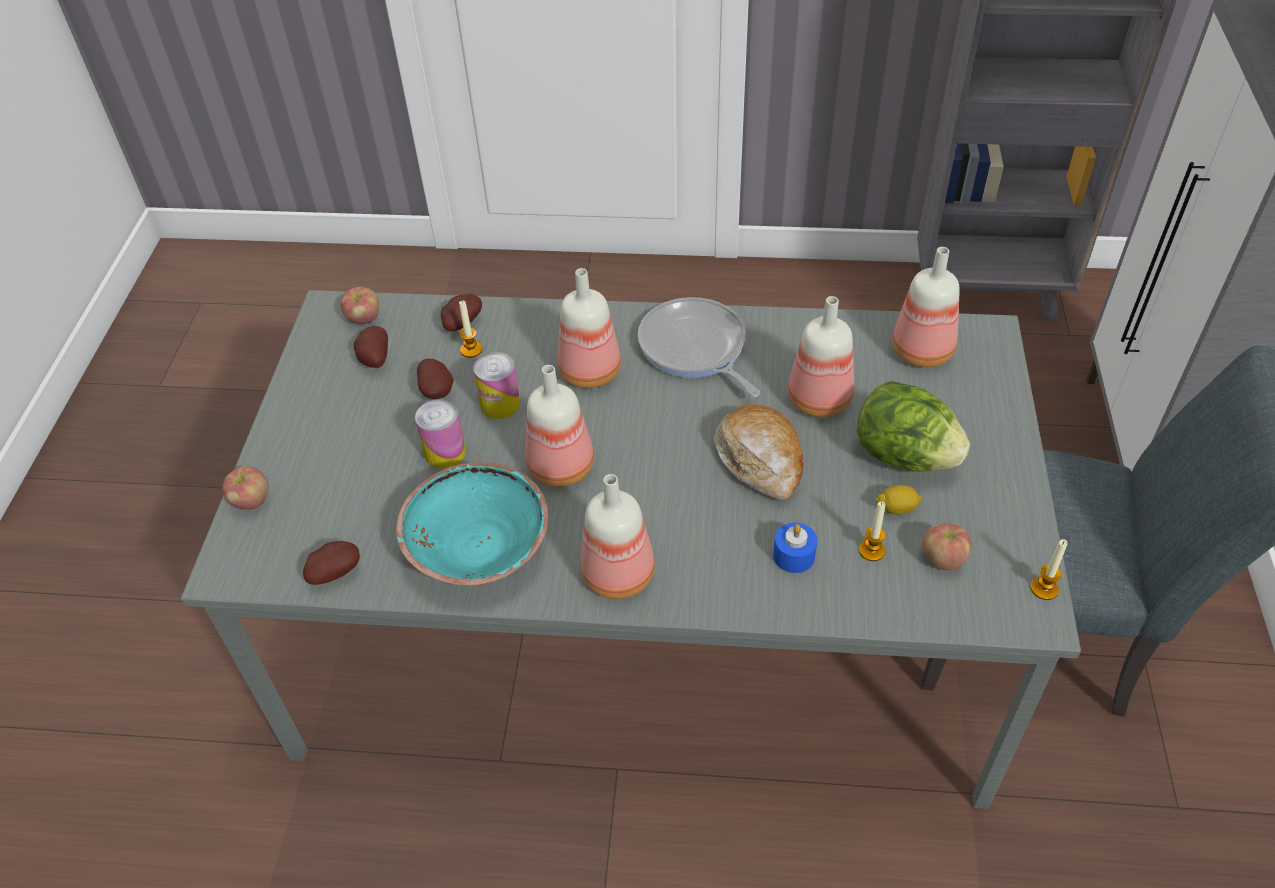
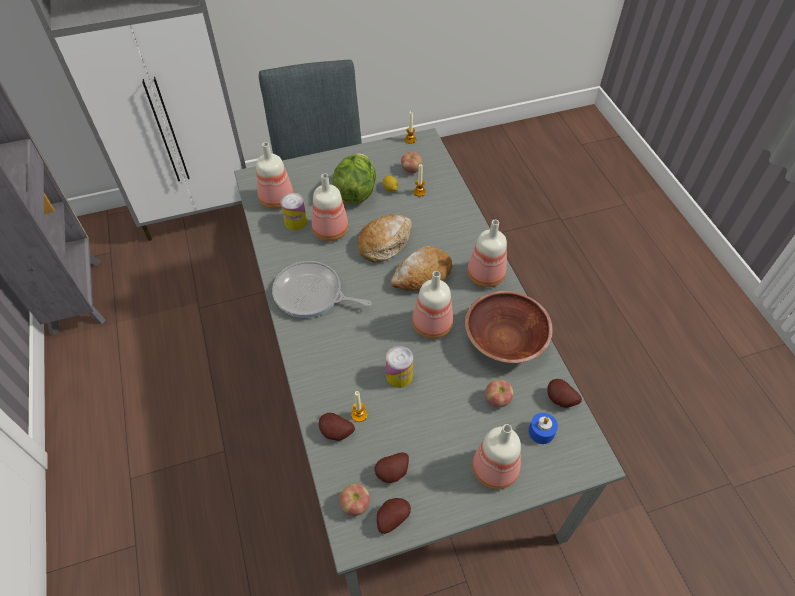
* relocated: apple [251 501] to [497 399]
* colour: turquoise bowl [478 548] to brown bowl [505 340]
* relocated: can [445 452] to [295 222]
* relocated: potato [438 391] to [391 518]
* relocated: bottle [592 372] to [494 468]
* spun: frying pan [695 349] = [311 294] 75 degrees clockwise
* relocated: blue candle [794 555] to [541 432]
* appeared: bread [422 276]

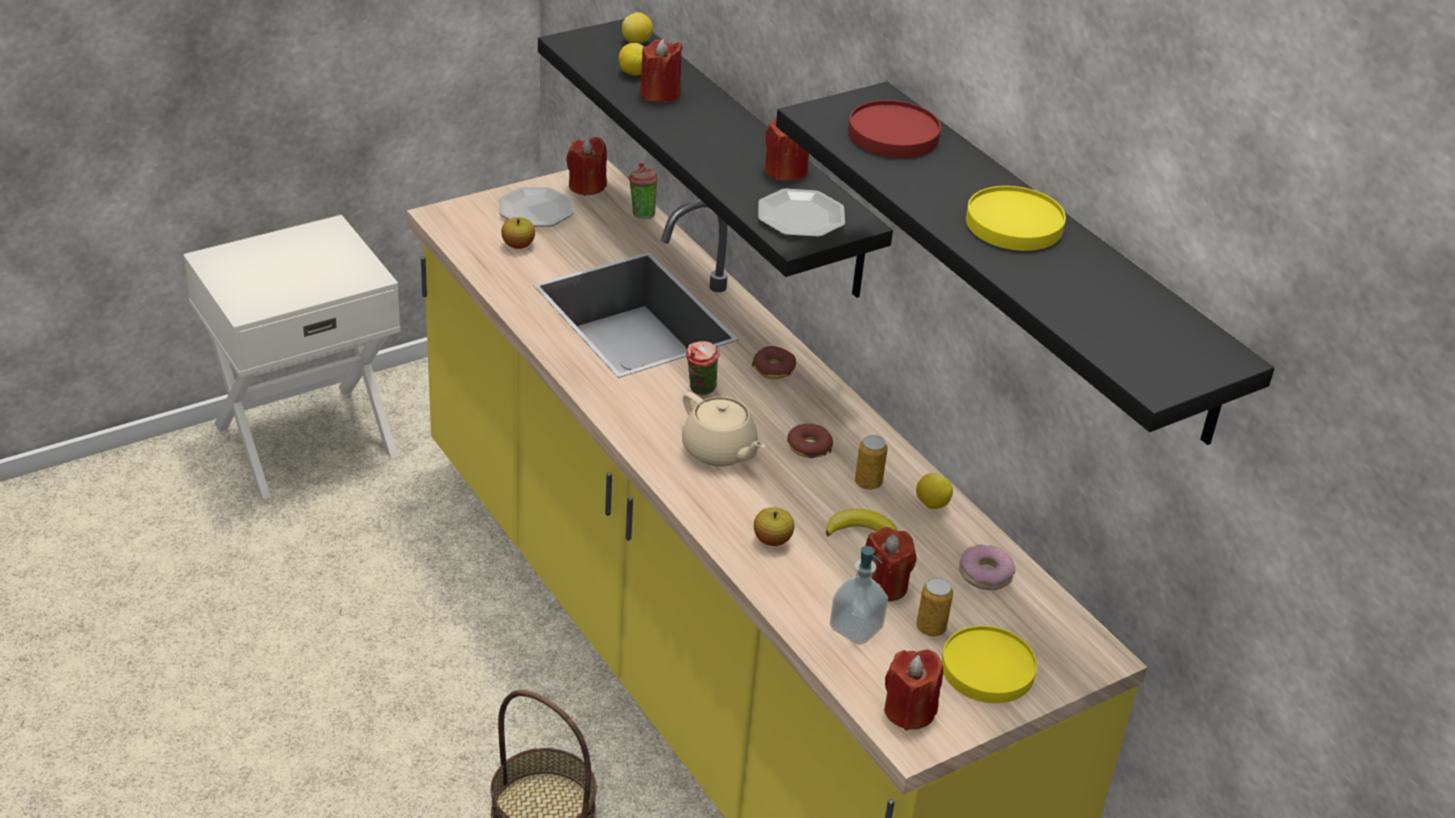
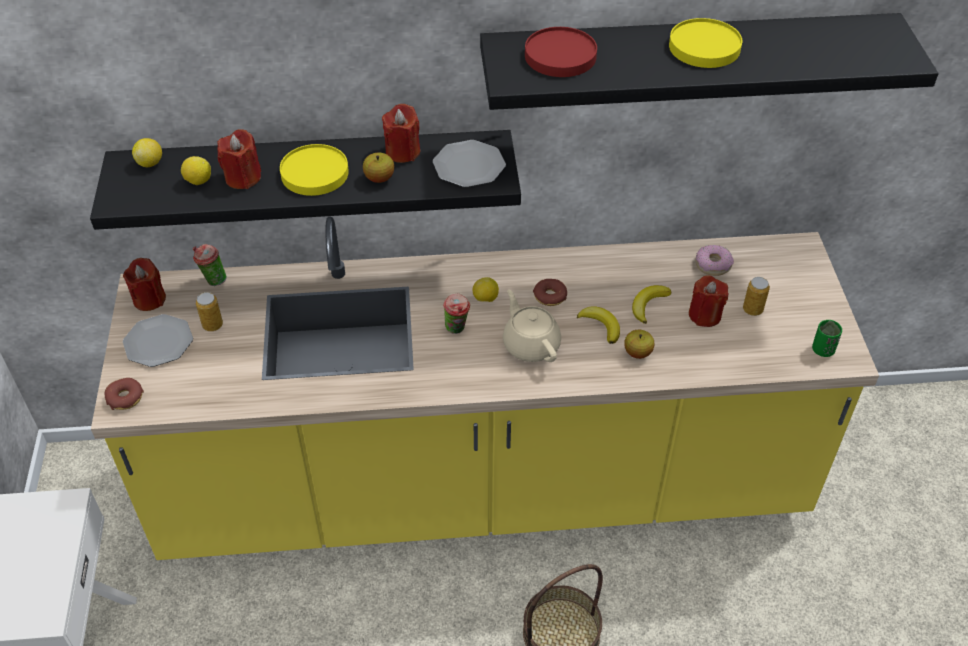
* relocated: apple [518 245] to [379 178]
* spun: beige teapot [719 451] = [530 344] 105 degrees counterclockwise
* relocated: donut [773 369] to [125 398]
* missing: soap dispenser [856 628]
* relocated: can [868 483] to [212 325]
* exchanged: red candle [909 711] to green cup [822 350]
* relocated: lemon [931 504] to [485 299]
* relocated: yellow plate [988 668] to [314 173]
* appeared: banana [601 326]

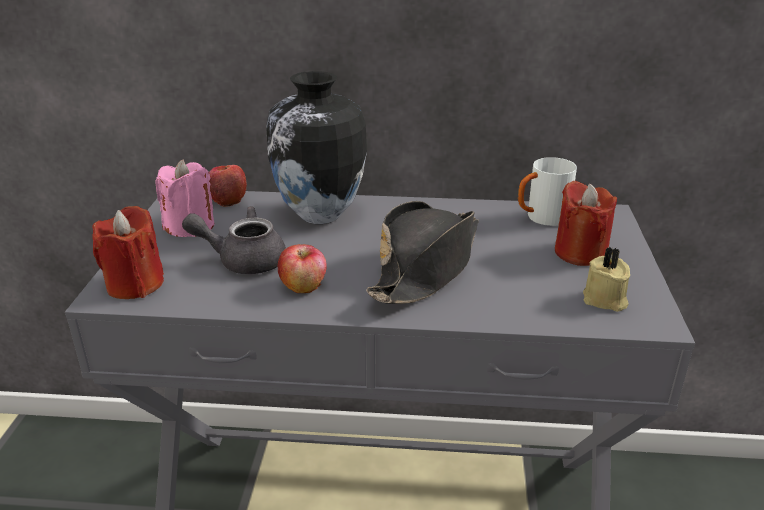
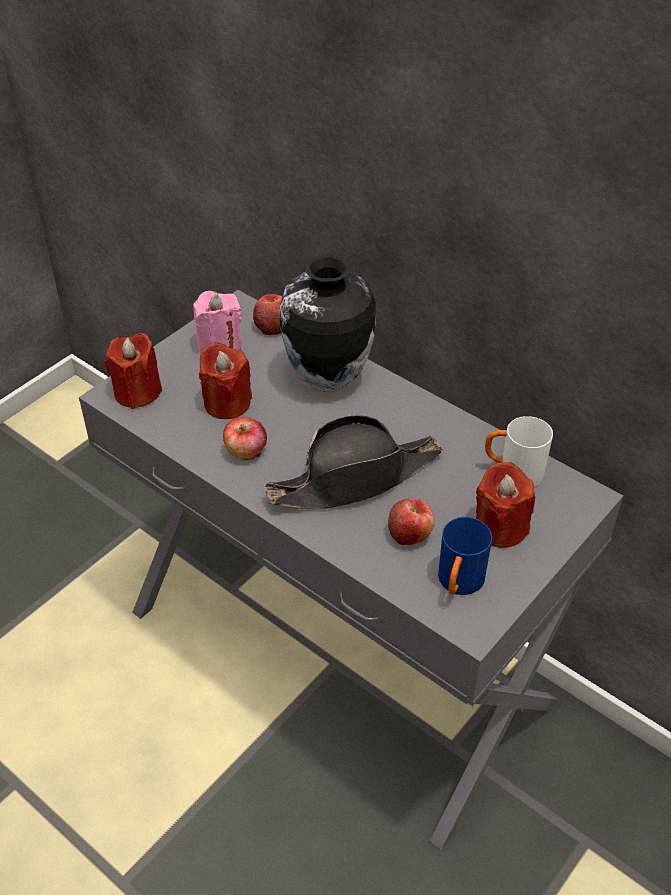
* exchanged: grey teapot [243 260] to red candle [227 403]
* exchanged: beige candle [604 300] to blue mug [458 585]
* appeared: apple [410 534]

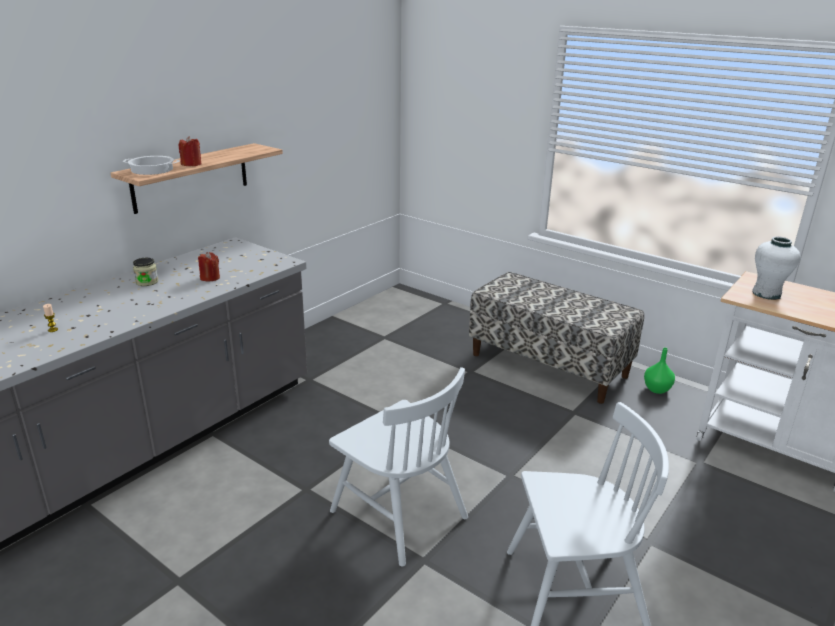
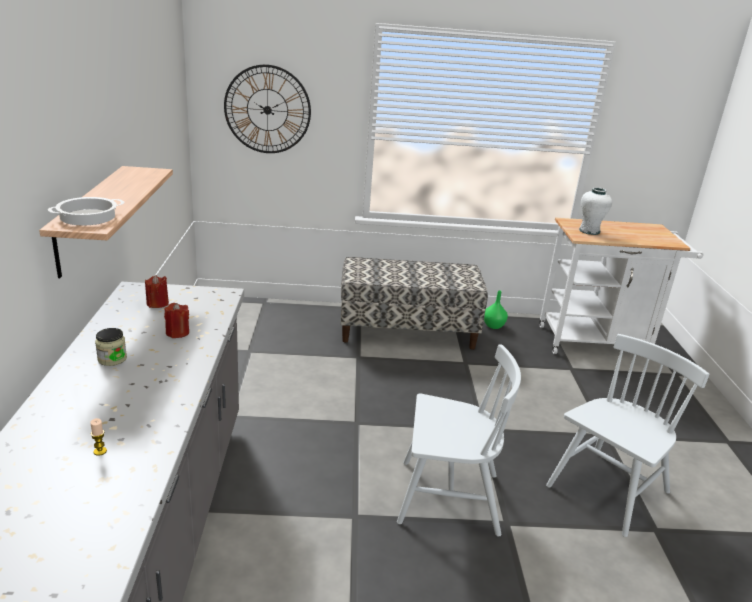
* relocated: red candle [191 164] to [157 304]
* appeared: wall clock [267 110]

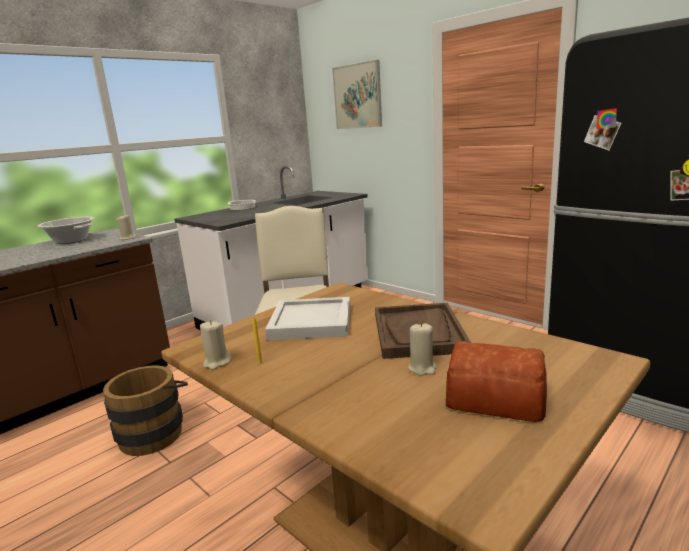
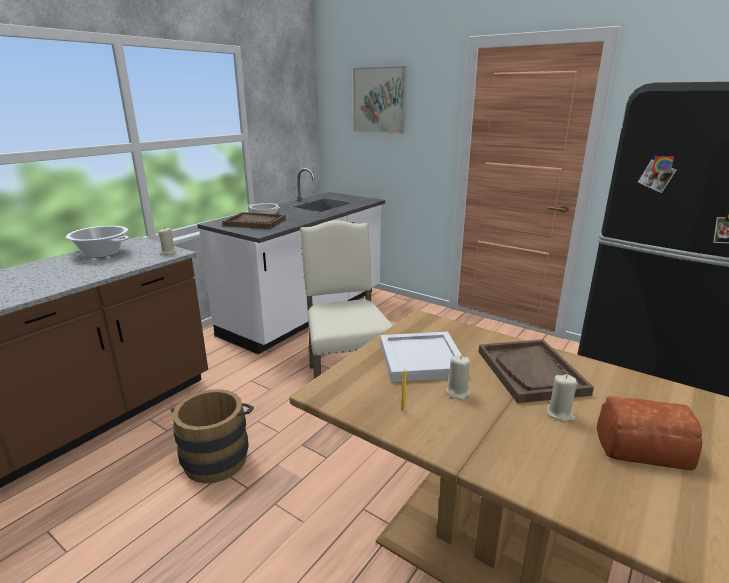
* relocated: beige candle [217 362] to [458 392]
* appeared: brown tray [255 222]

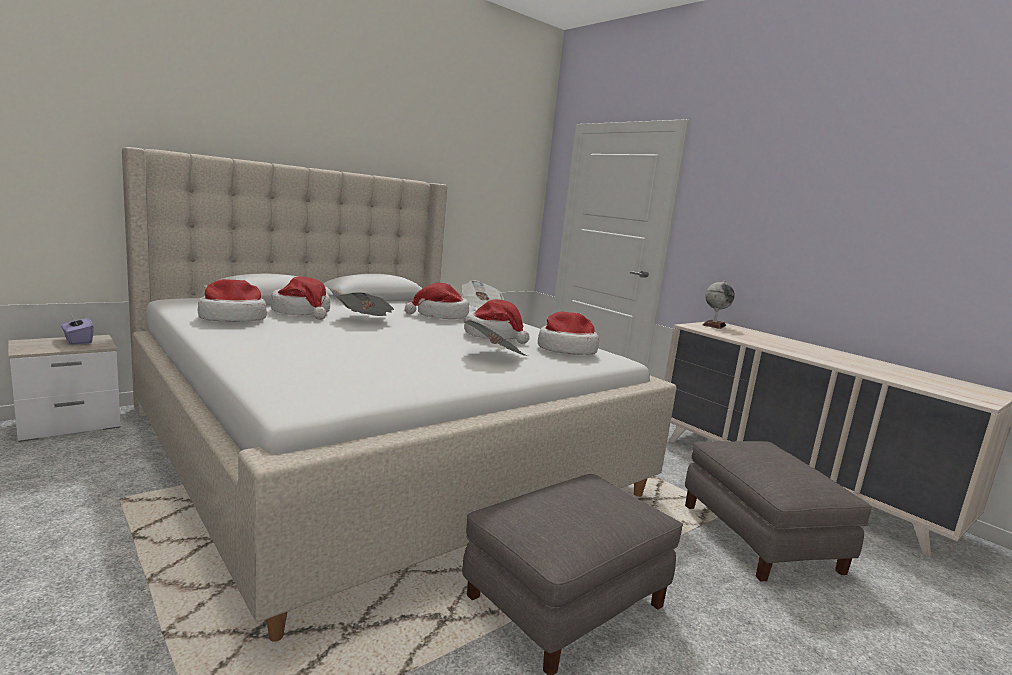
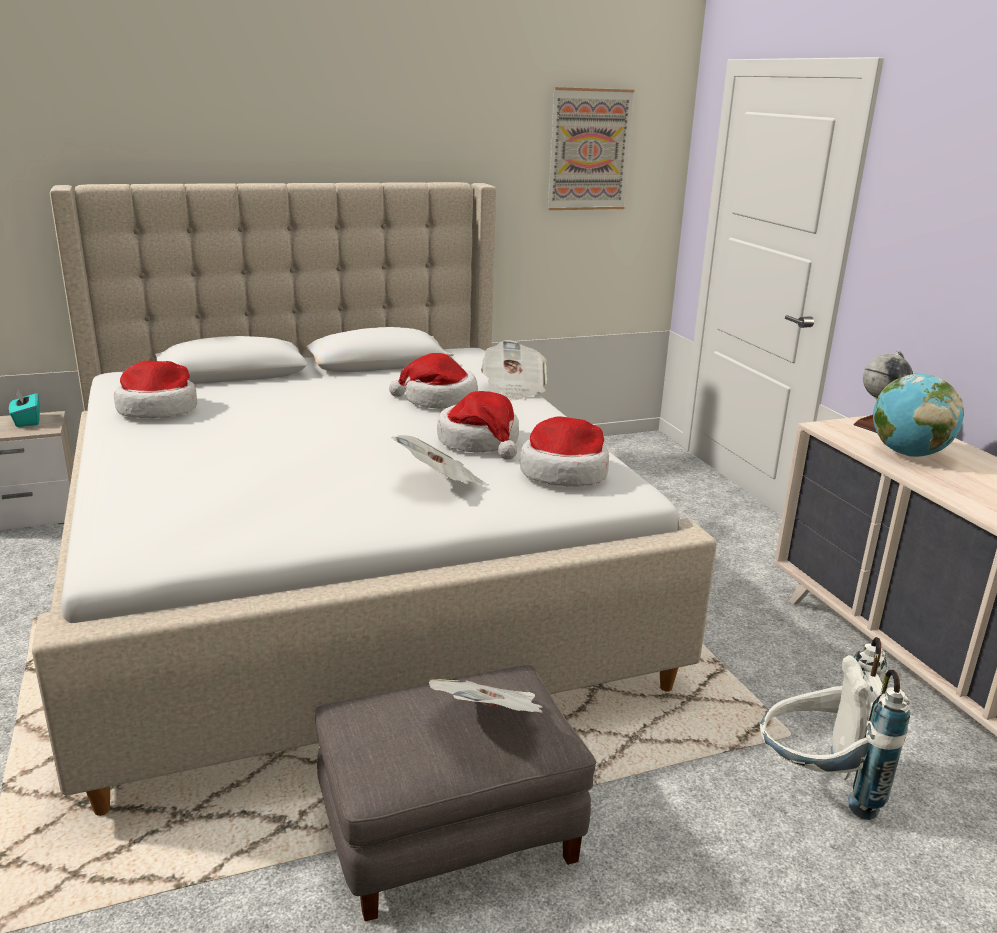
* colour: purple tissue box [78 341] to turquoise tissue box [27 421]
* missing: hat [302 312]
* relocated: newspaper [366 320] to [490 720]
* exchanged: grey ottoman [760 538] to white backpack [816 785]
* appeared: picture [589 150]
* appeared: globe [908 454]

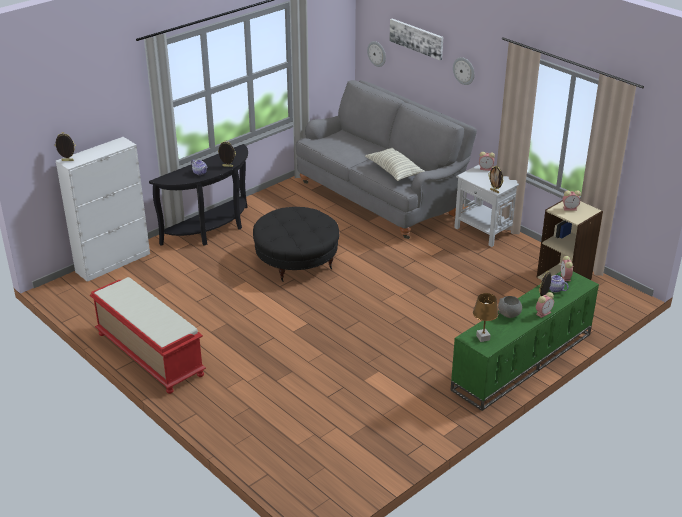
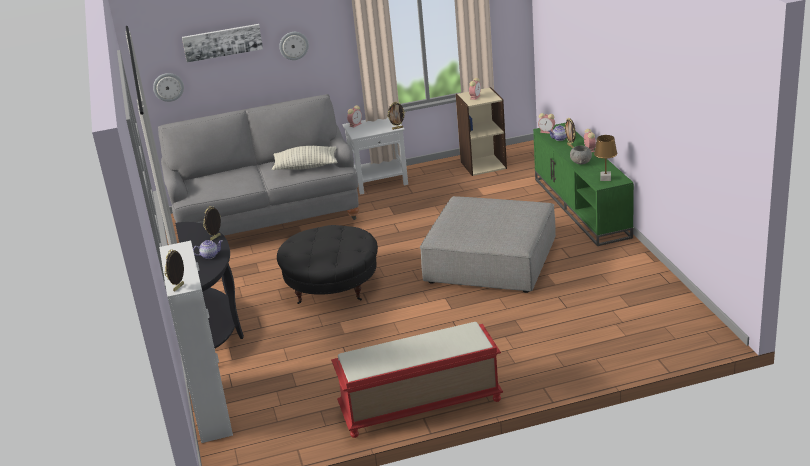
* appeared: grey ottoman [491 262]

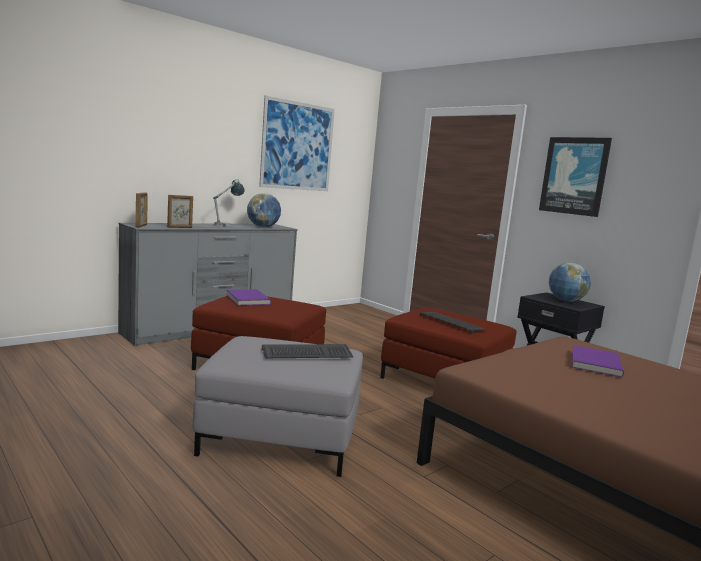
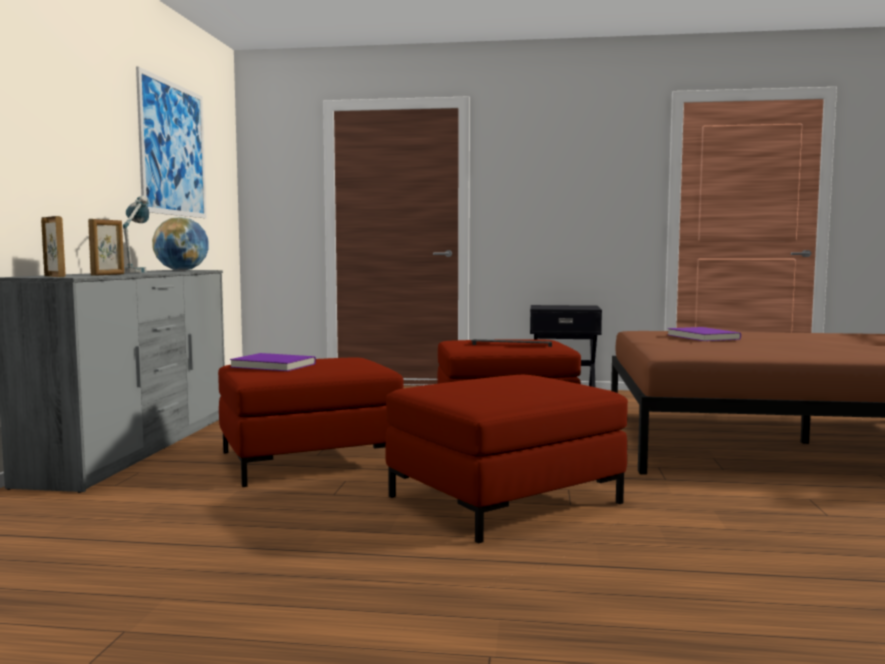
* colour: grey ottoman [282 436] to red ottoman [504 499]
* missing: keyboard [306 354]
* missing: picture [574 176]
* missing: globe [566 301]

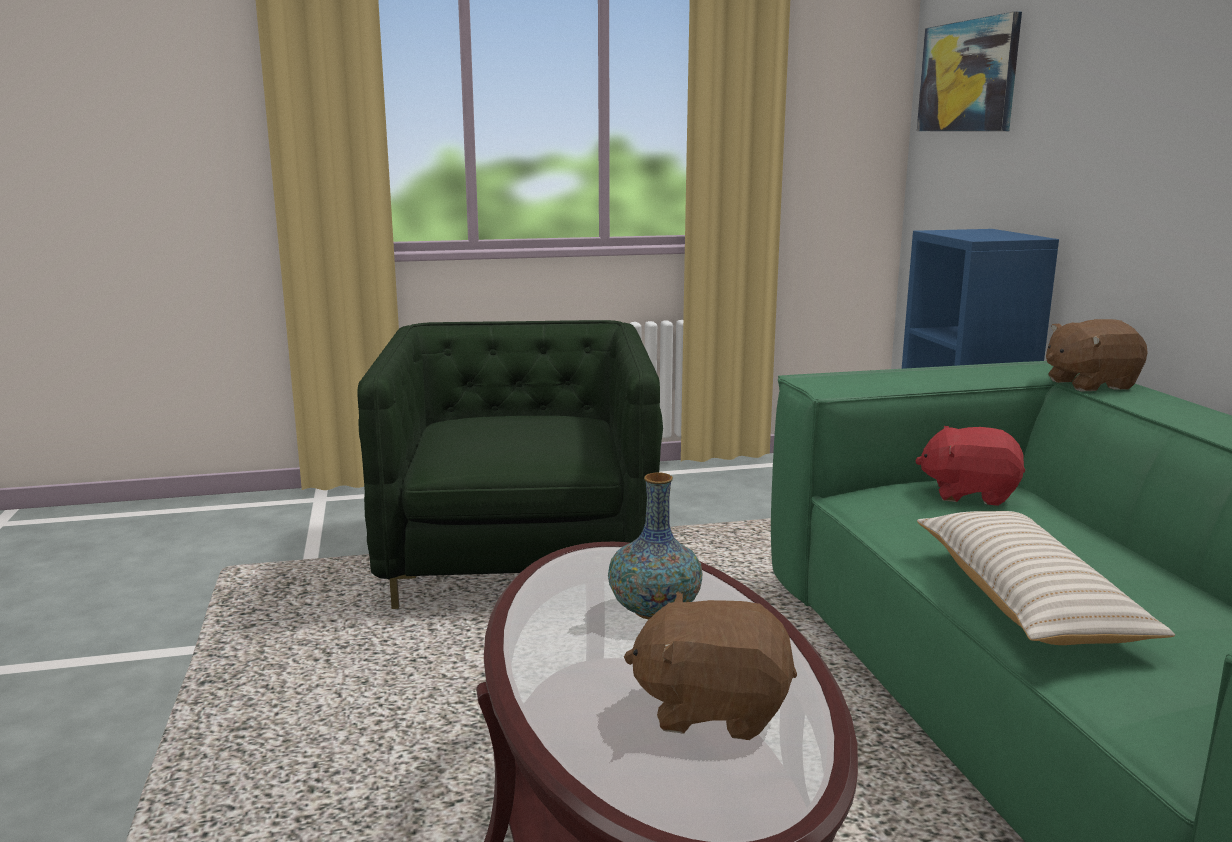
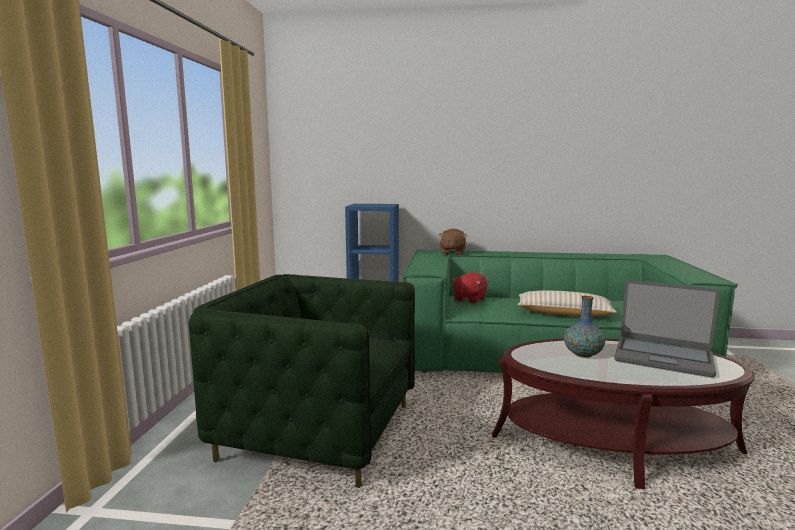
* exchanged: brown plush toy [712 709] to laptop [663 357]
* missing: picture [968 76]

